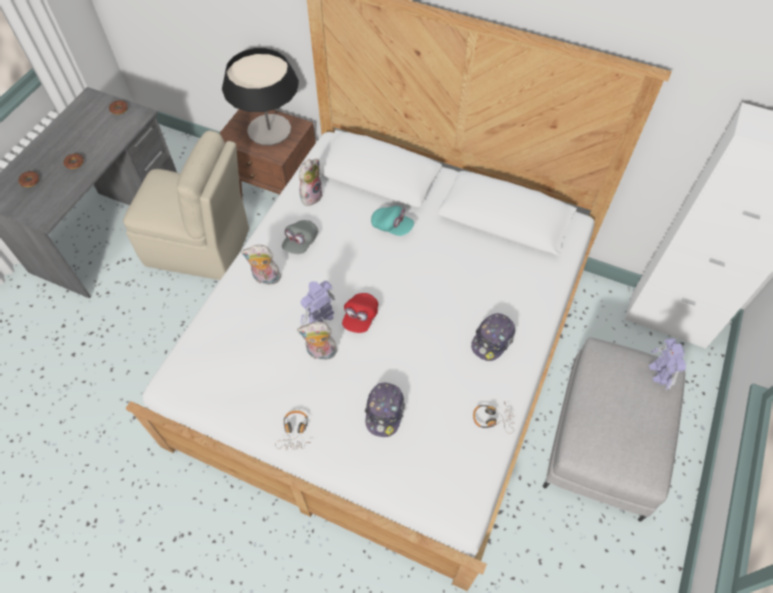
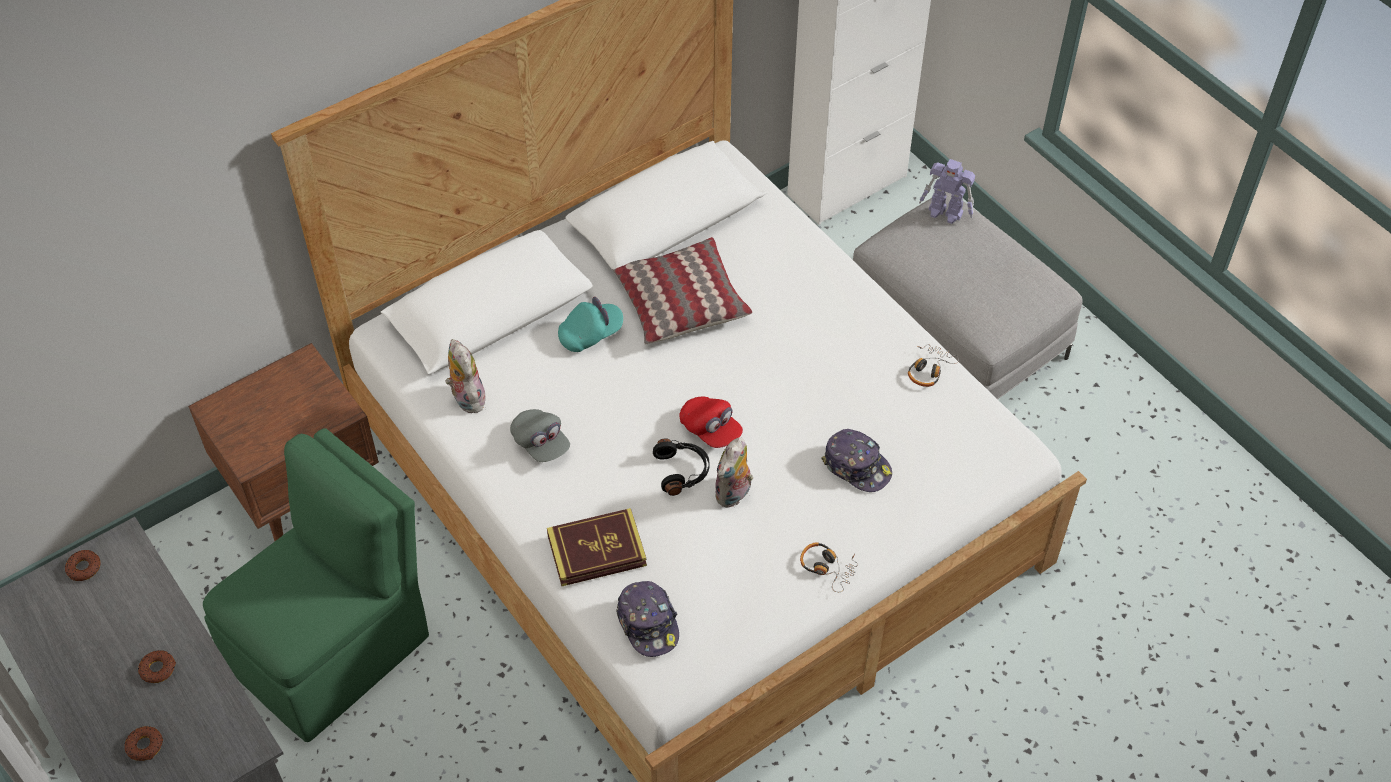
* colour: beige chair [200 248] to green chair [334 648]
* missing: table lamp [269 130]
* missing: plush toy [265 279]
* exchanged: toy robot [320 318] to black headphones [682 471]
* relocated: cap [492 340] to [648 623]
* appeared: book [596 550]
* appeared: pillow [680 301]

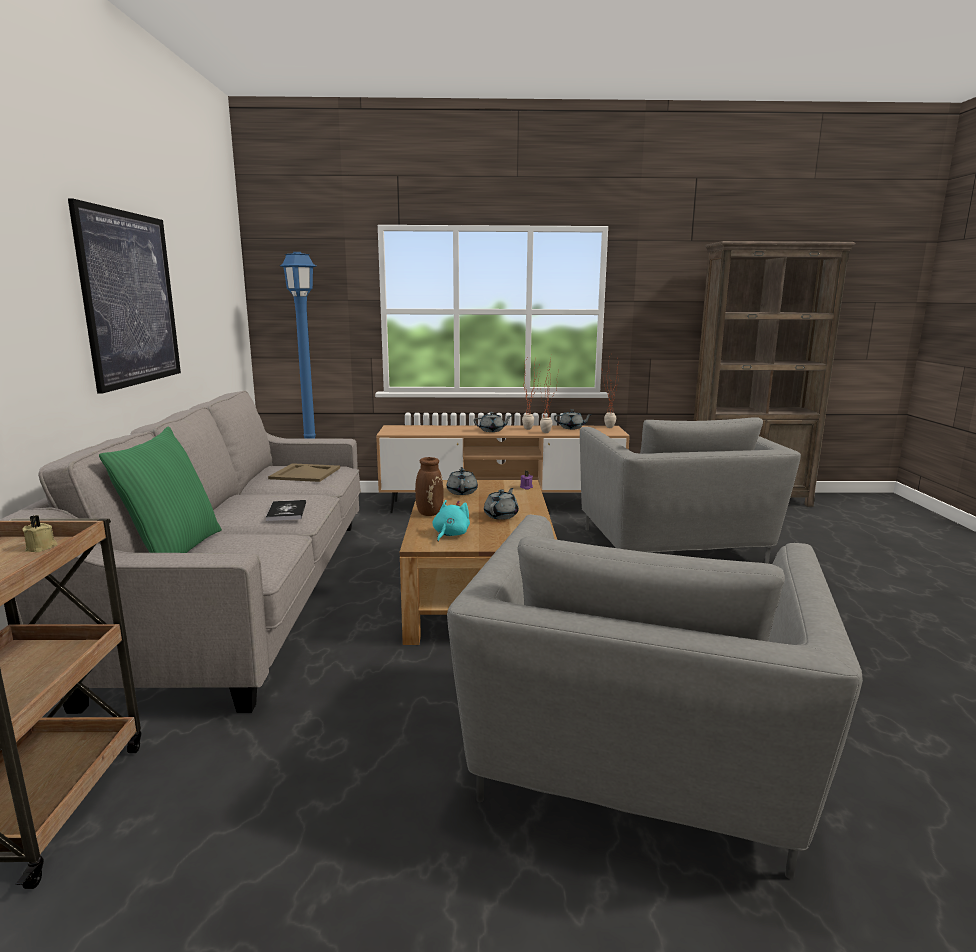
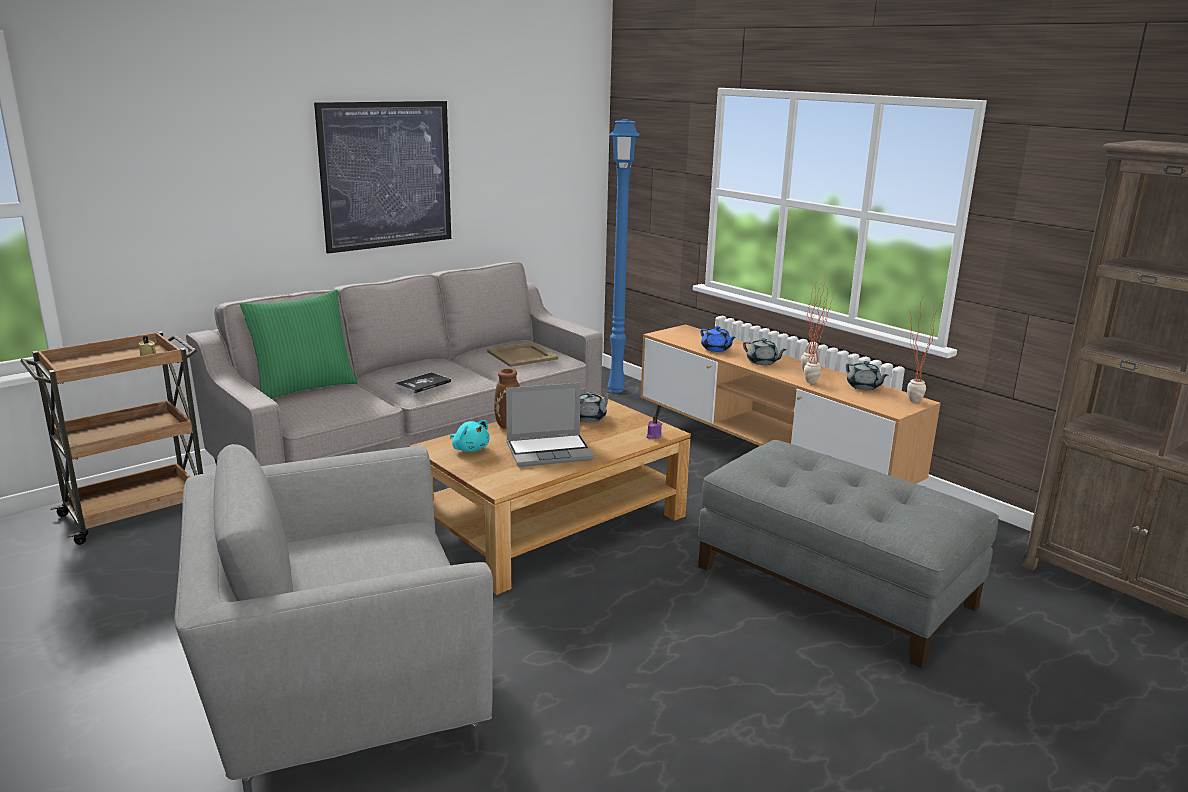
* spun: turquoise plush toy [450 534] = [470 449] 60 degrees clockwise
* exchanged: grey teapot [501 515] to laptop [550 451]
* exchanged: grey armchair [672 547] to grey ottoman [832 586]
* appeared: blue teapot [716 349]

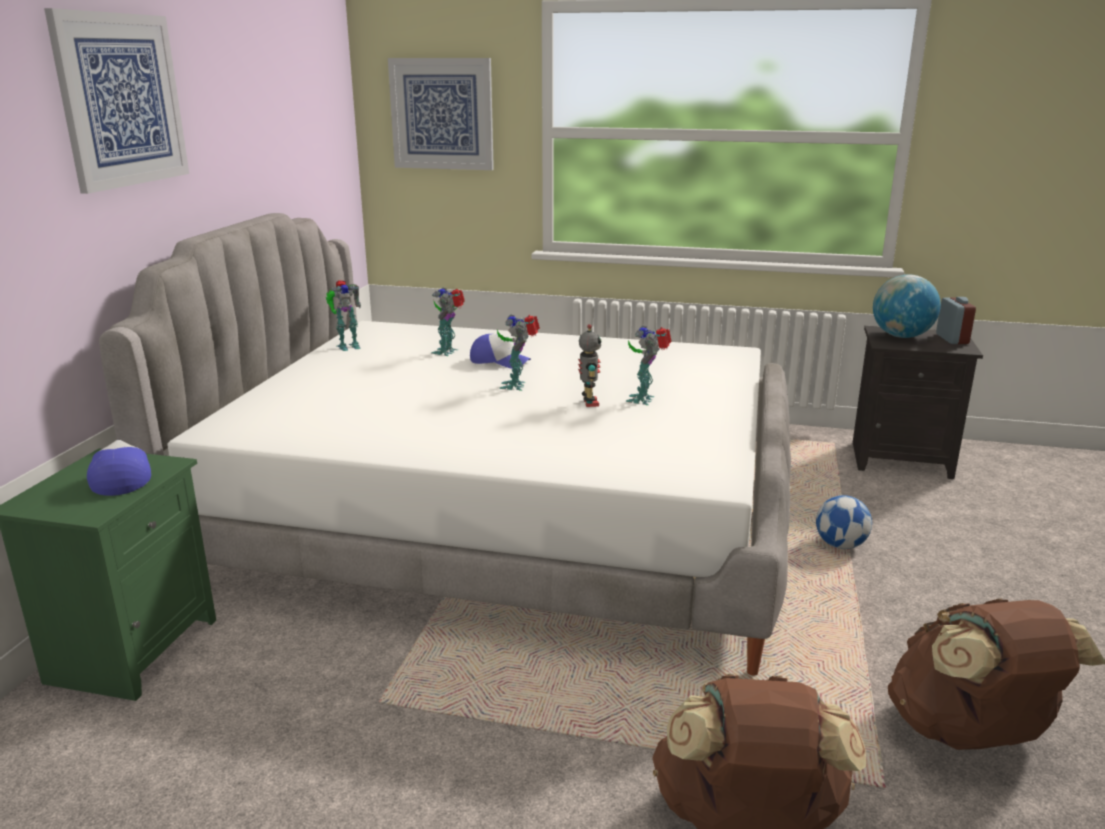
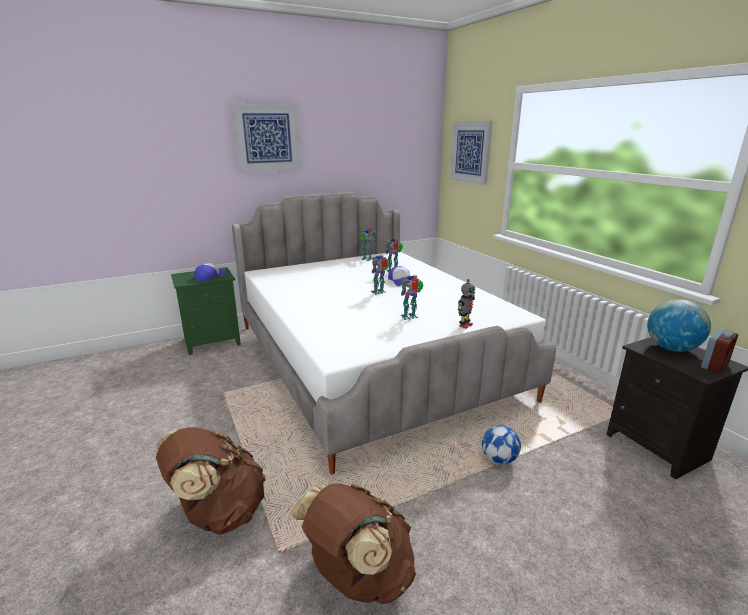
* relocated: toy robot [589 403] to [464 325]

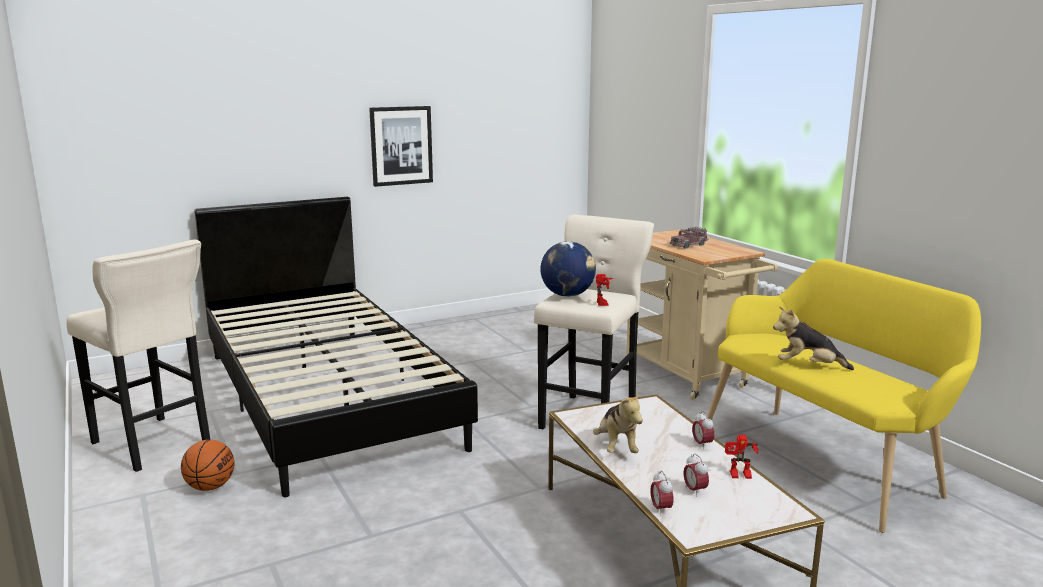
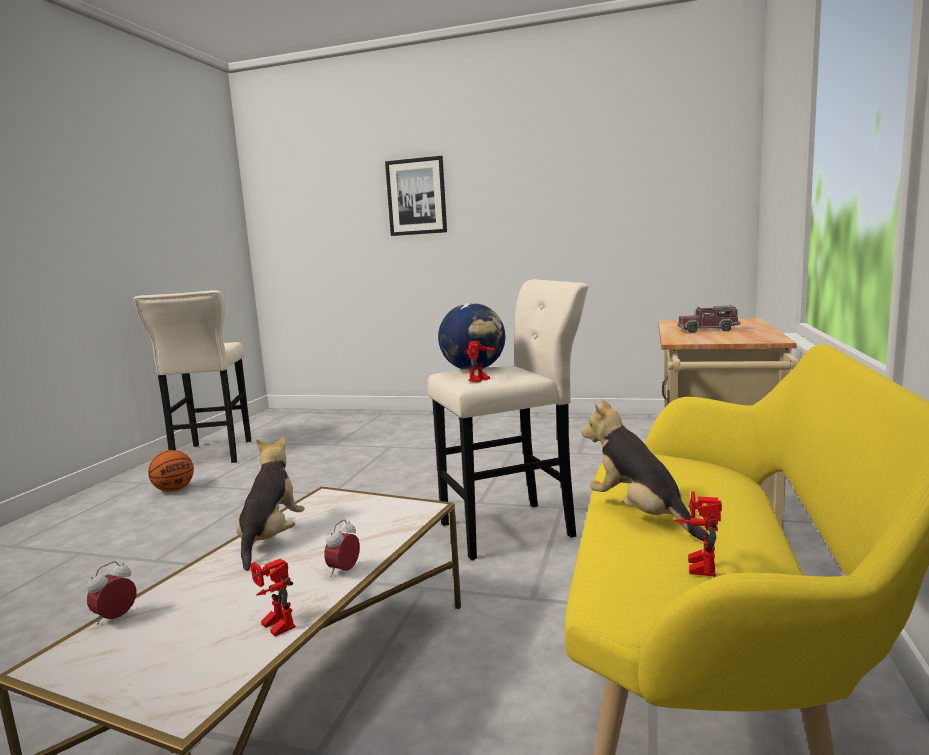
* missing: black bed [326 397]
* relocated: picture [401 145] to [416 196]
* spun: plush toy [616 447] = [271 538] 150 degrees clockwise
* missing: alarm clock [694 491]
* appeared: toy robot [695 565]

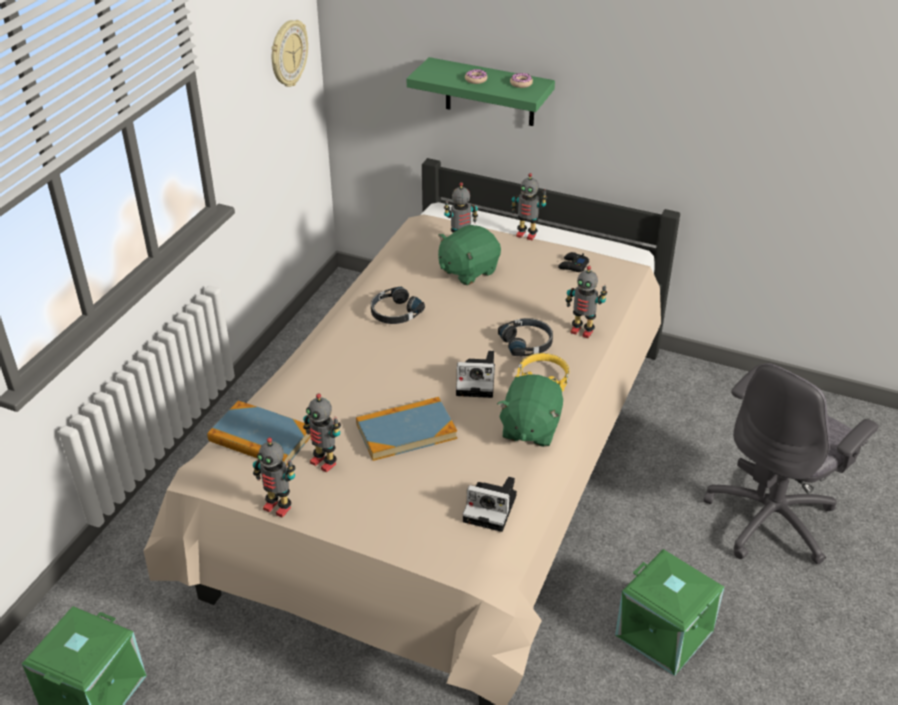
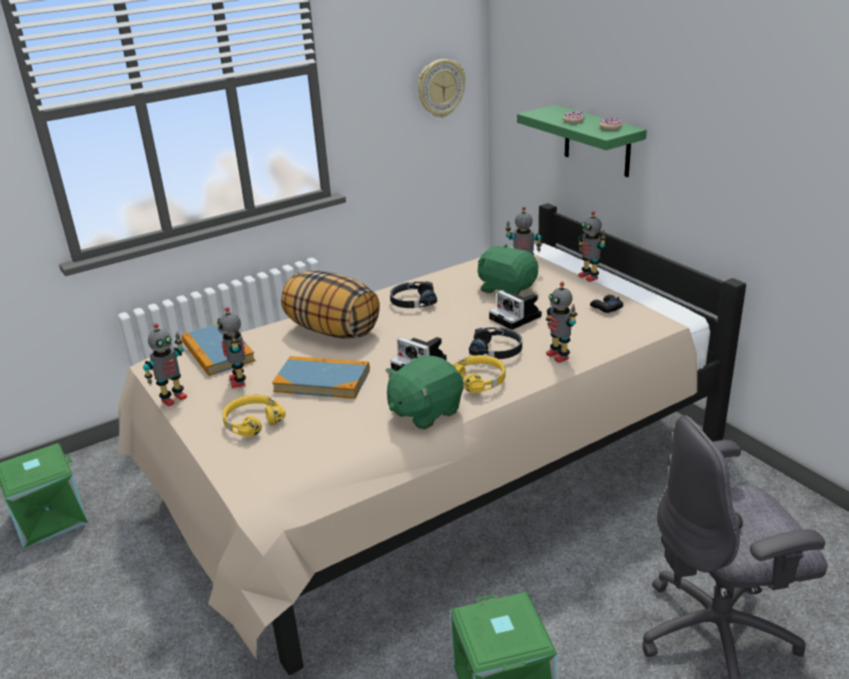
* spun: toy robot [278 507] = [173 398] 105 degrees counterclockwise
* spun: green plush toy [467 270] = [507 289] 45 degrees clockwise
* relocated: photo camera [492 508] to [517 318]
* appeared: yellow headphones [252 421]
* appeared: pillow [332 331]

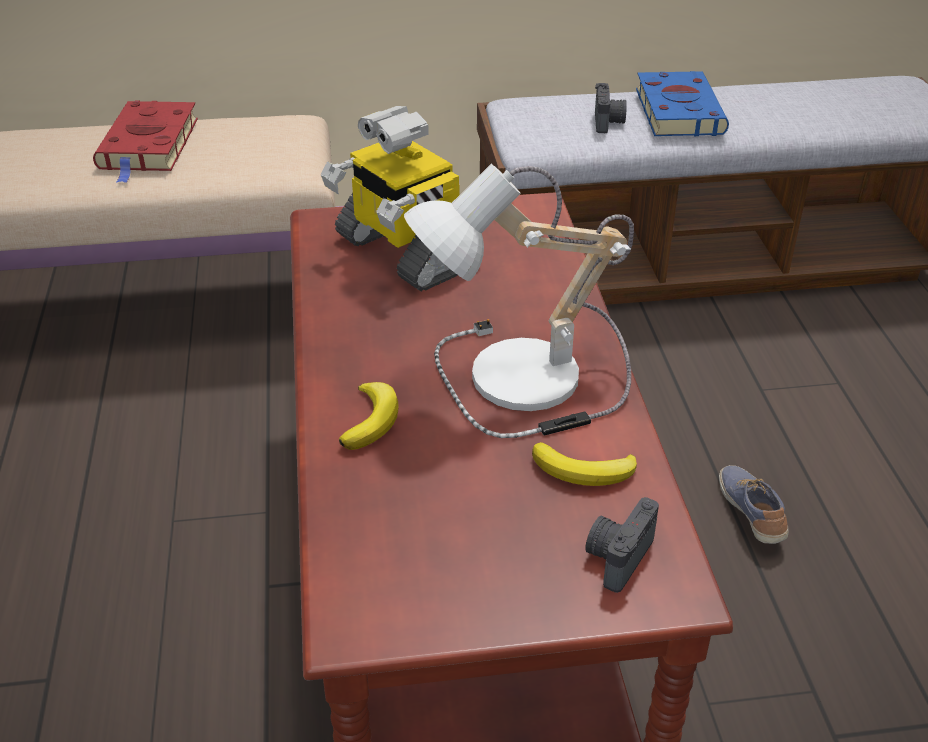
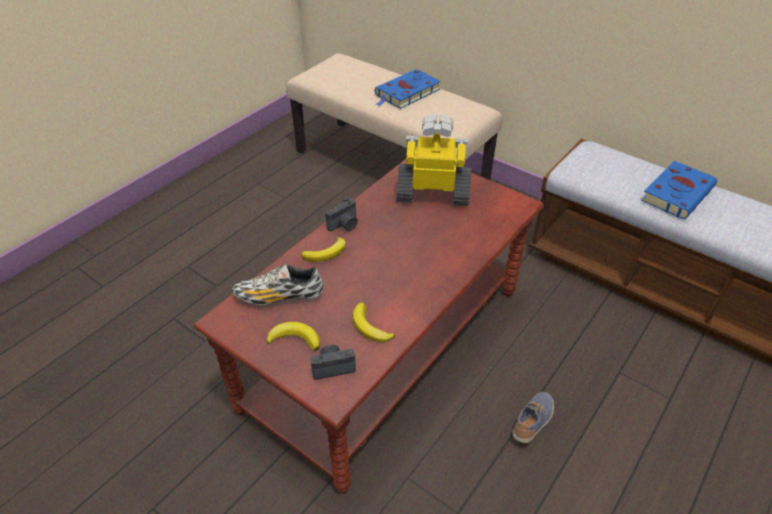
* colour: red book [149 146] to blue book [406 93]
* spun: toy robot [404 252] = [433 192] 90 degrees clockwise
* missing: table lamp [522 384]
* relocated: photo camera [608 122] to [344 225]
* appeared: shoe [279 296]
* appeared: banana [295 339]

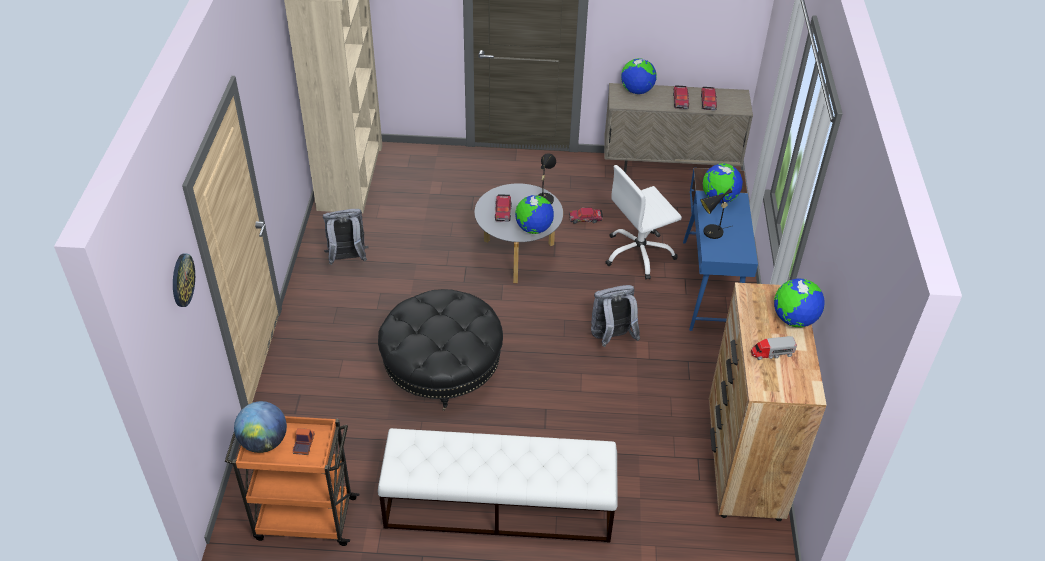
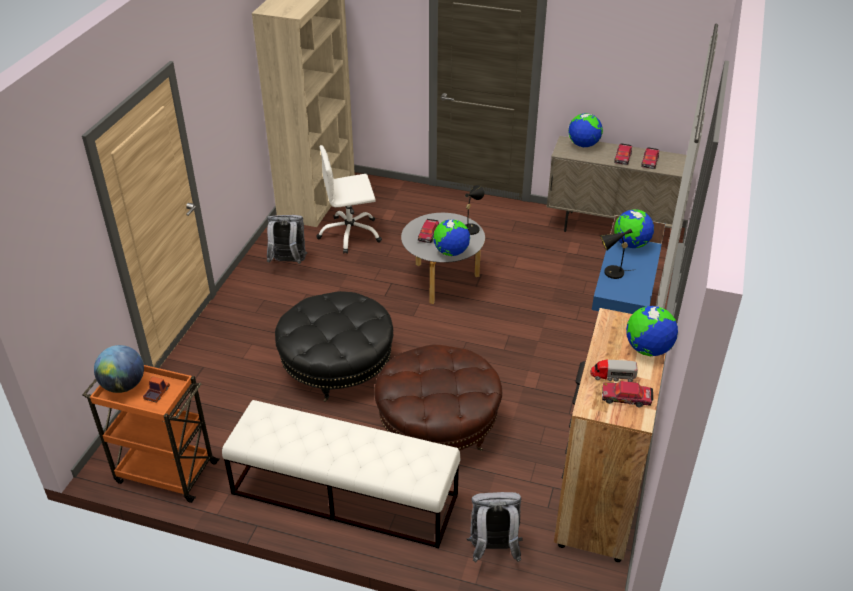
* missing: wall clock [182 280]
* relocated: toy car [585 219] to [626 398]
* relocated: grey backpack [611 337] to [493 549]
* relocated: white office chair [639 254] to [350 234]
* appeared: brown ottoman [437 424]

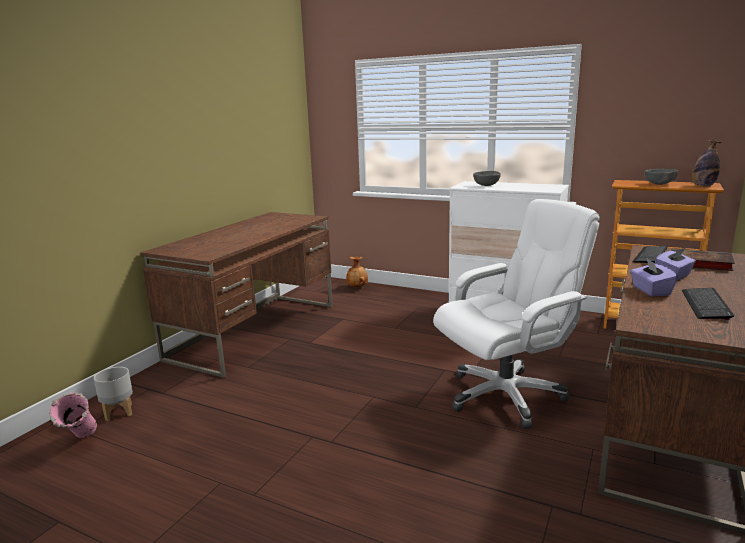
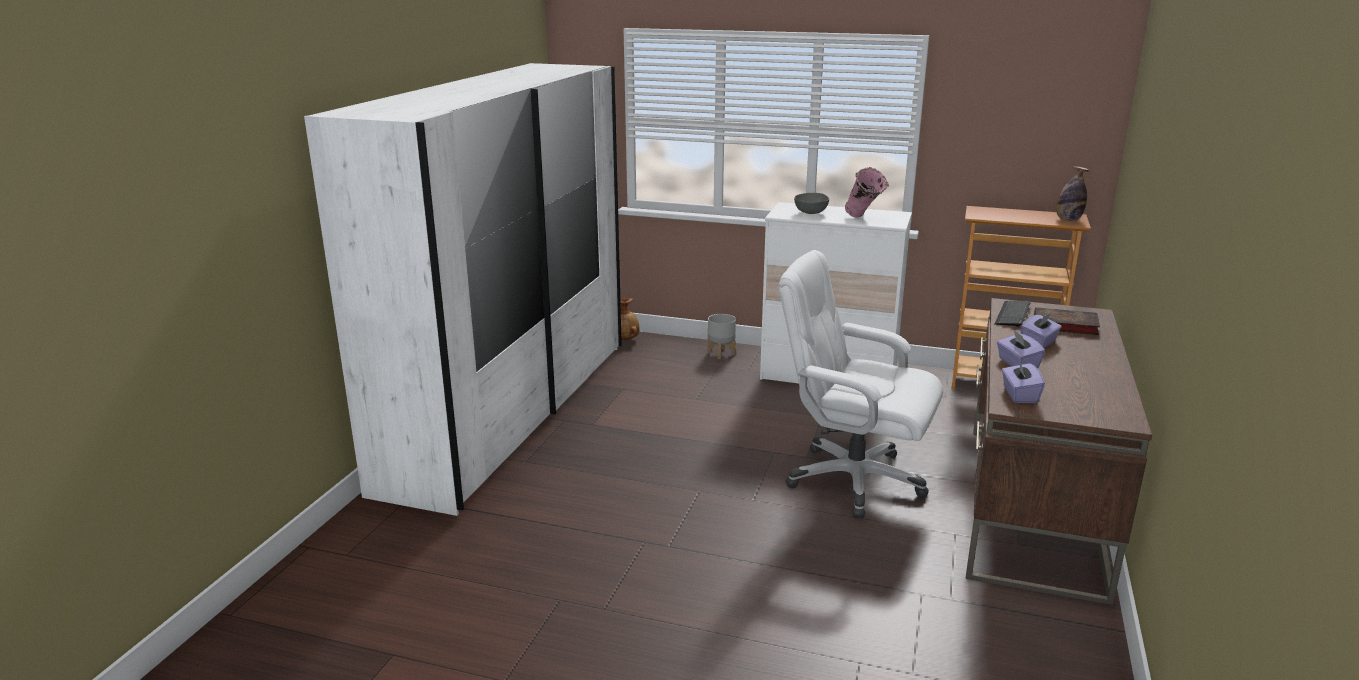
* relocated: pink vase [81 443] to [863 219]
* relocated: grey planter [119 412] to [721 353]
* exchanged: brown desk [256 331] to white wardrobe [511 411]
* spun: white office chair [506 395] = [853 480] 120 degrees counterclockwise
* missing: grey bowl [660 184]
* missing: keyboard [705 305]
* appeared: purple tissue box [1019 395]

